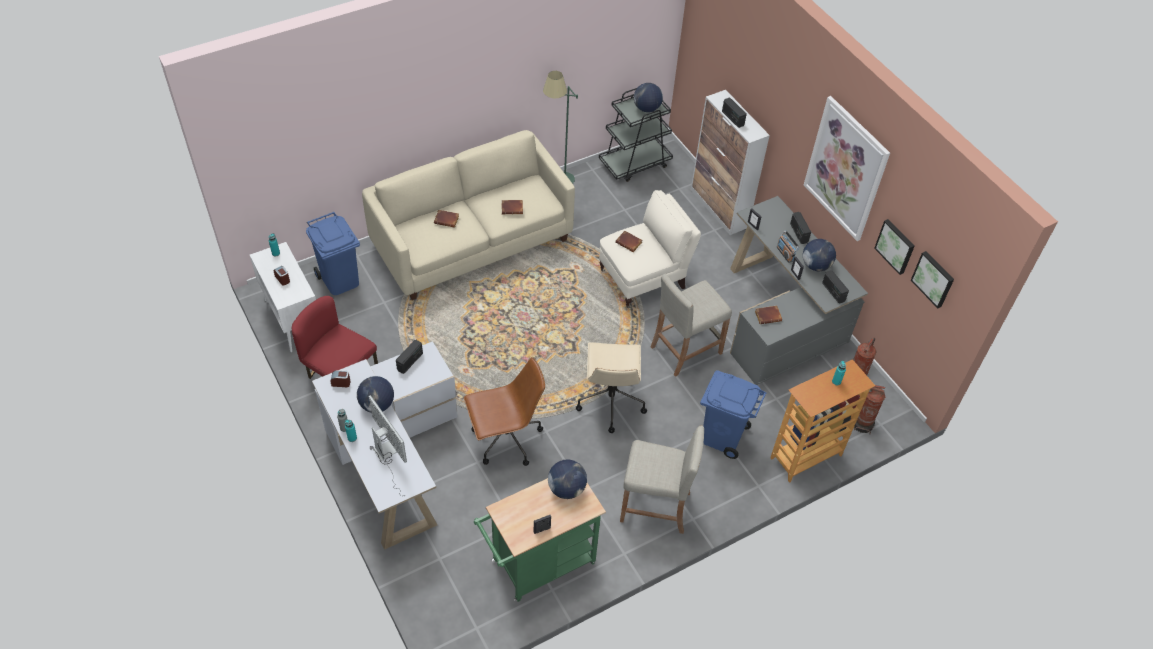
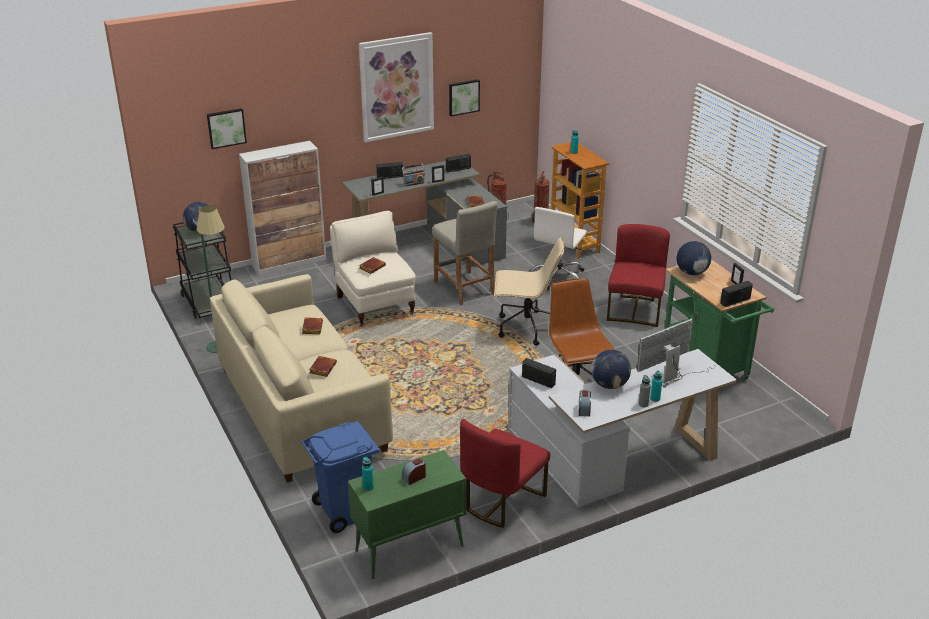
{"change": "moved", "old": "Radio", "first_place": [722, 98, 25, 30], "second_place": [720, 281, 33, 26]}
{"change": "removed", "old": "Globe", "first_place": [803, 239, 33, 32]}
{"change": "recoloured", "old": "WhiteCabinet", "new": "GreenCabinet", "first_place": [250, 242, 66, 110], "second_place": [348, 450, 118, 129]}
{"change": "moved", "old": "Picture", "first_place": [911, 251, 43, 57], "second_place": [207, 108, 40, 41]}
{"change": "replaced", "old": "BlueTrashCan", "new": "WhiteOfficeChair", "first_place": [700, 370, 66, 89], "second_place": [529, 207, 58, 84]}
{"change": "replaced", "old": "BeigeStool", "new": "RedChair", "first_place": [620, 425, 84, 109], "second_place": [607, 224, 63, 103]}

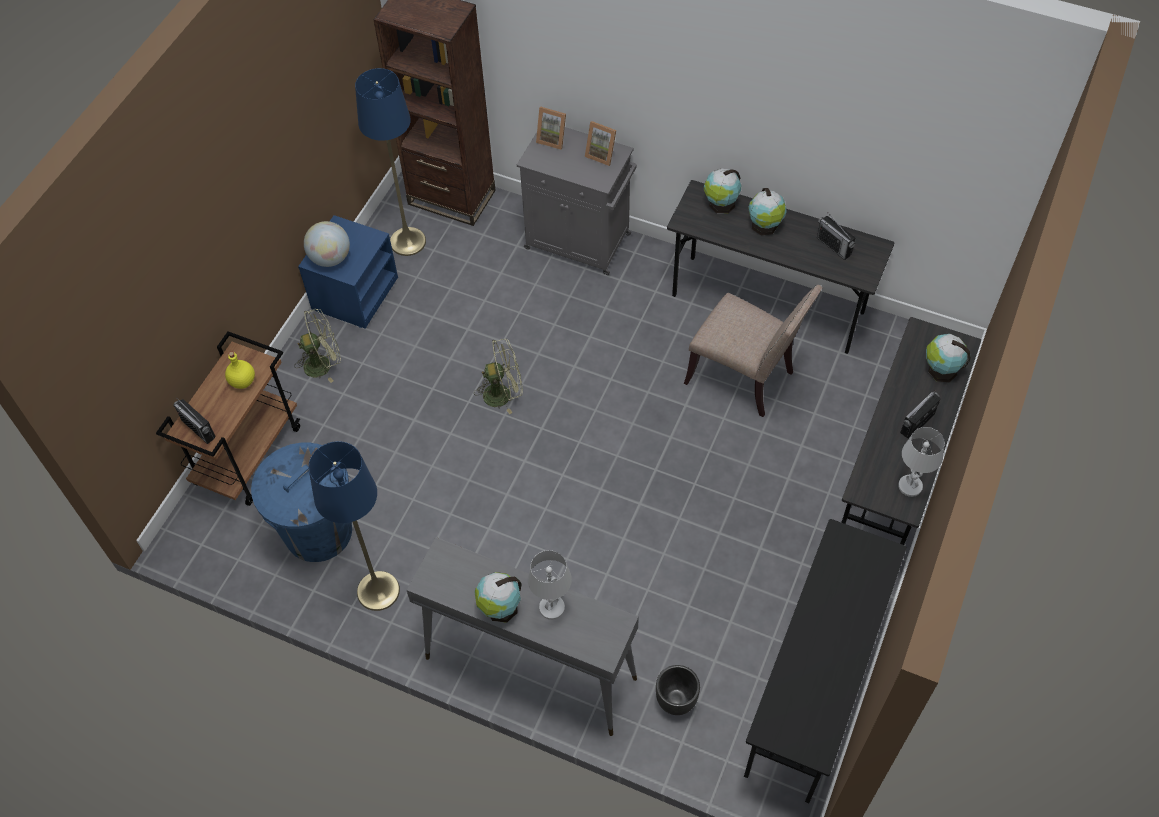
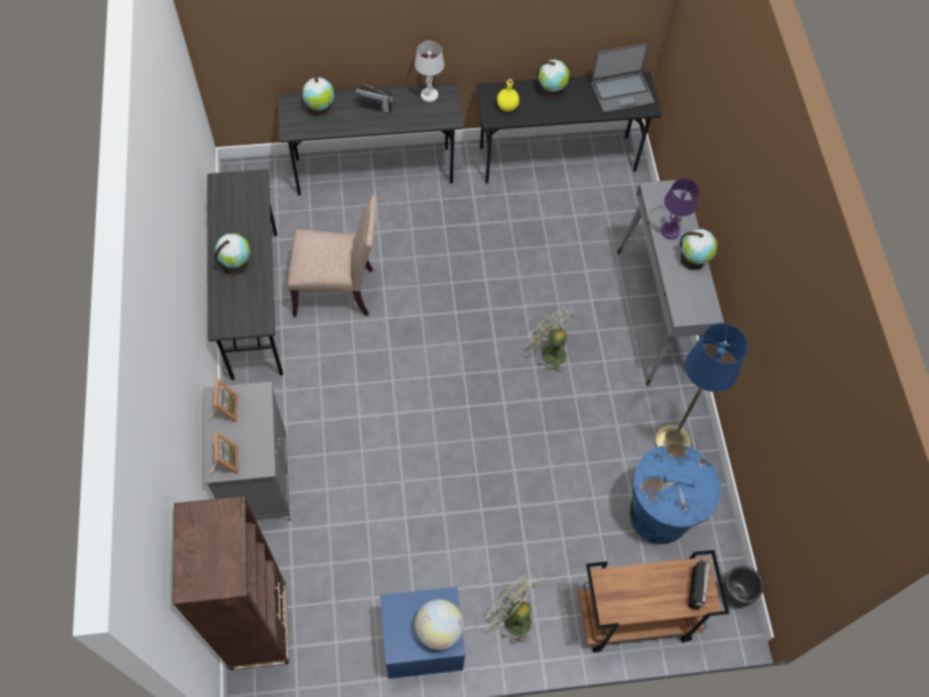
{"change": "removed", "old": "BlueFloorLamp", "first_place": [355, 68, 71, 188]}
{"change": "moved", "old": "Globe", "first_place": [704, 169, 37, 45], "second_place": [537, 60, 32, 39]}
{"change": "removed", "old": "Radio", "first_place": [817, 212, 38, 48]}
{"change": "turned", "old": "BeigeChair", "first_place": [684, 285, 139, 132], "second_place": [287, 195, 90, 122], "degrees": 90}
{"change": "moved", "old": "GreenFan", "first_place": [474, 339, 49, 75], "second_place": [526, 307, 49, 66]}
{"change": "moved", "old": "YellowBottle", "first_place": [225, 352, 30, 37], "second_place": [497, 79, 22, 33]}
{"change": "recoloured", "old": "WhiteTableLamp", "new": "PurpleTableLamp", "first_place": [528, 550, 44, 70], "second_place": [661, 178, 38, 61]}
{"change": "moved", "old": "BlackPlanter", "first_place": [656, 665, 44, 50], "second_place": [722, 565, 42, 42]}
{"change": "added", "new": "Laptop", "second_place": [591, 43, 63, 70]}

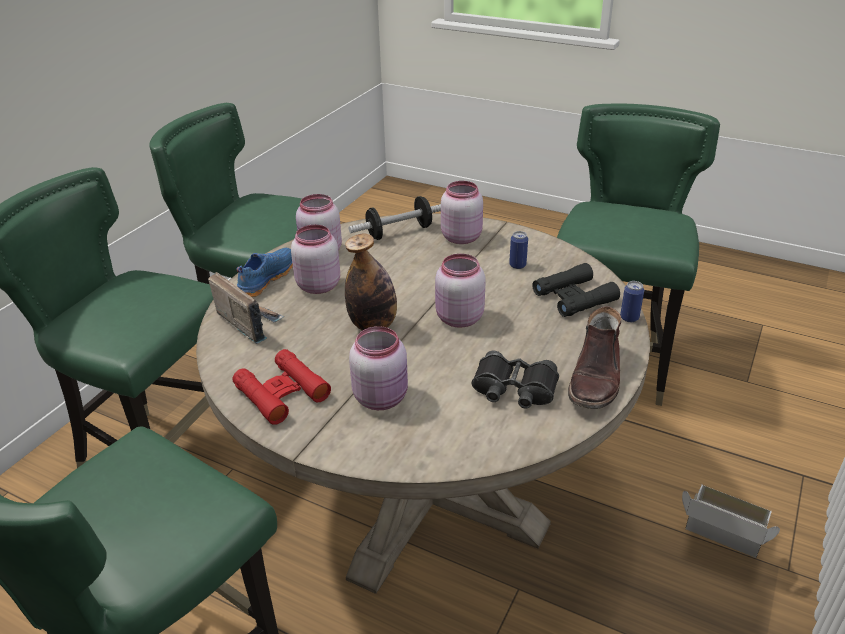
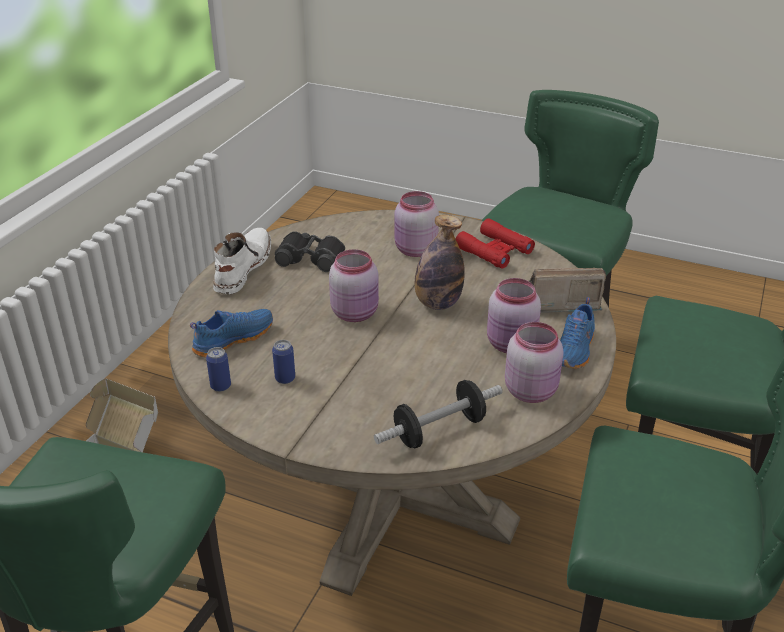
{"change": "removed", "old": "PinkJar", "first_place": [441, 181, 42, 63]}
{"change": "replaced", "old": "BlackBinoculars", "new": "BlueShoe", "first_place": [532, 263, 88, 54], "second_place": [190, 309, 83, 48]}
{"change": "turned", "old": "Radio", "first_place": [208, 272, 76, 72], "second_place": [529, 268, 77, 45], "degrees": 135}
{"change": "moved", "old": "Can", "first_place": [620, 281, 24, 41], "second_place": [206, 347, 25, 45]}
{"change": "recoloured", "old": "BrownBoot", "new": "WhiteBoot", "first_place": [568, 306, 53, 103], "second_place": [213, 228, 58, 66]}

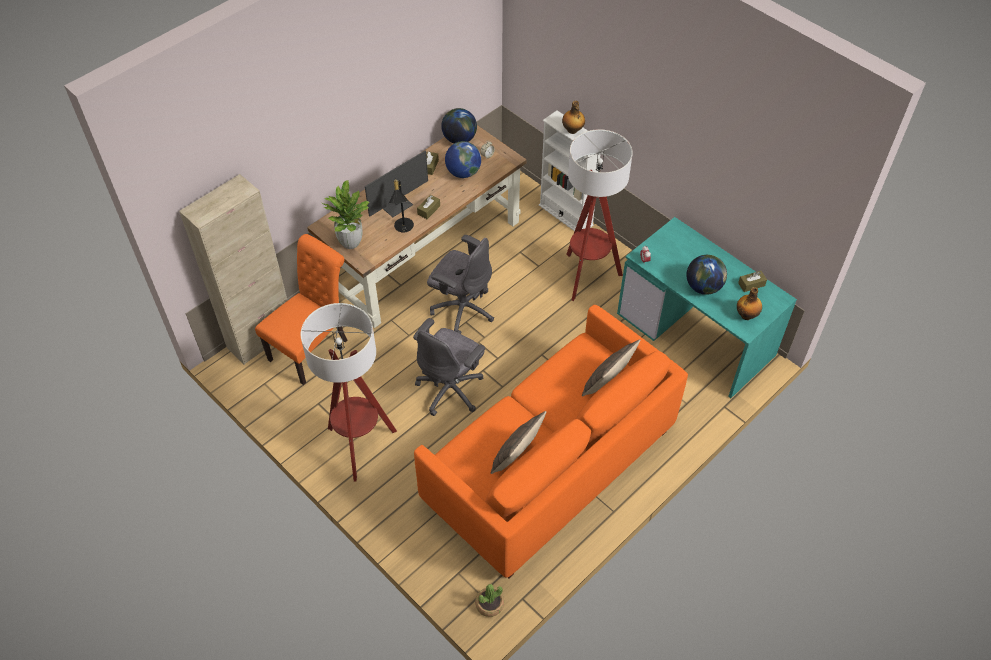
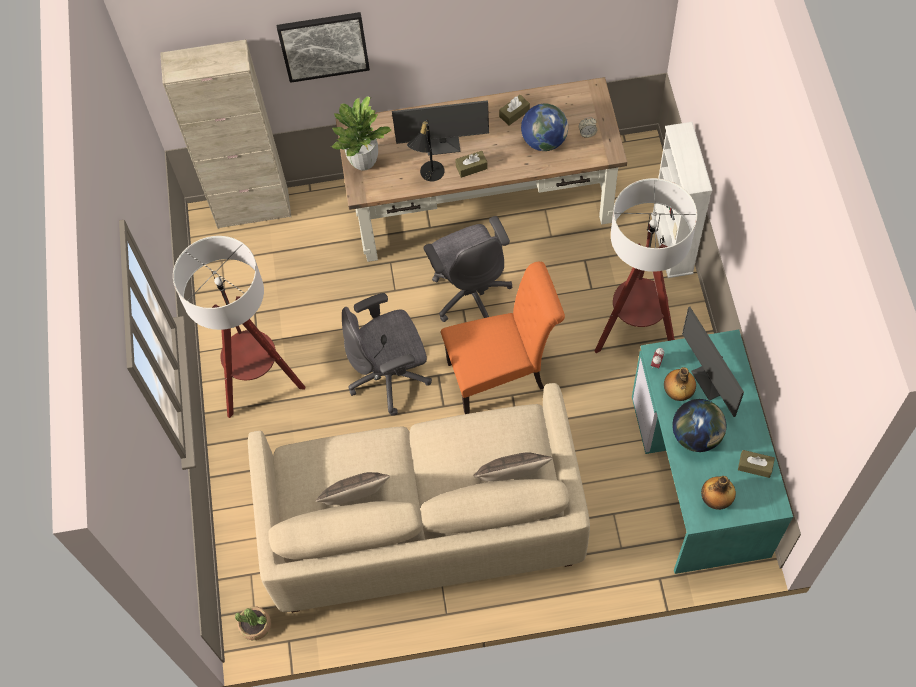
{"change": "moved", "old": "Bottle", "first_place": [562, 101, 23, 33], "second_place": [664, 367, 32, 34]}
{"change": "removed", "old": "Globe", "first_place": [441, 108, 36, 35]}
{"change": "moved", "old": "OrangeChair", "first_place": [255, 234, 93, 151], "second_place": [441, 261, 124, 153]}
{"change": "recoloured", "old": "OrangeSofa", "new": "BeigeSofa", "first_place": [414, 305, 274, 273], "second_place": [248, 383, 342, 230]}
{"change": "added", "new": "Picture", "second_place": [277, 12, 93, 71]}
{"change": "added", "new": "Monitor", "second_place": [682, 307, 62, 110]}

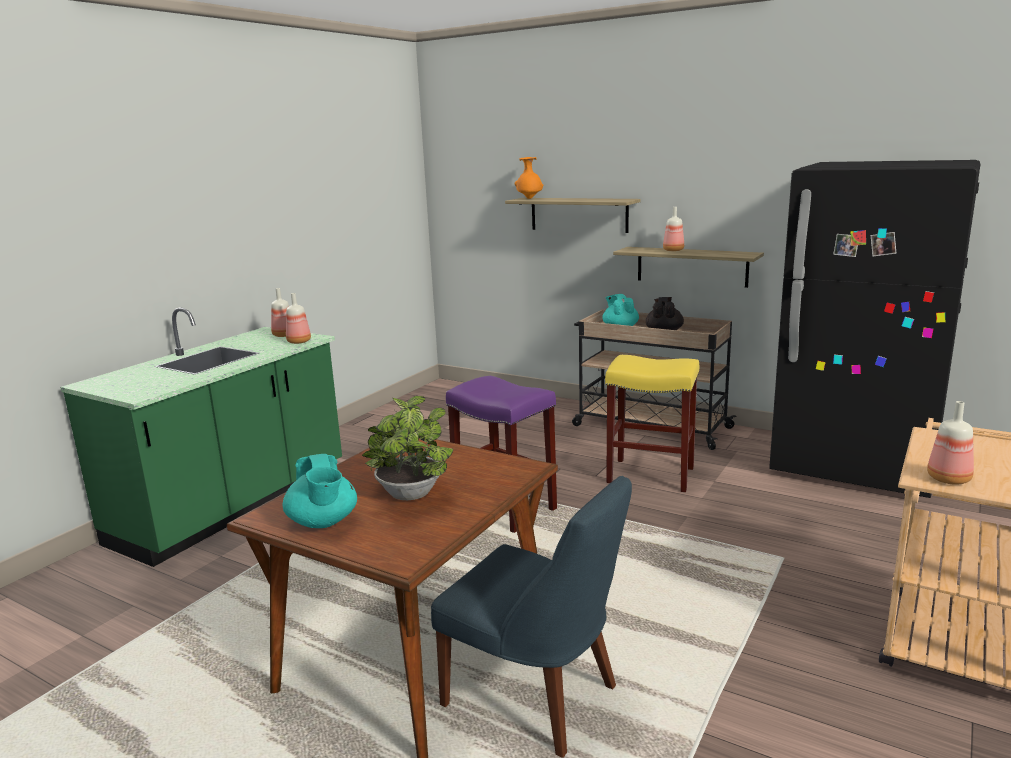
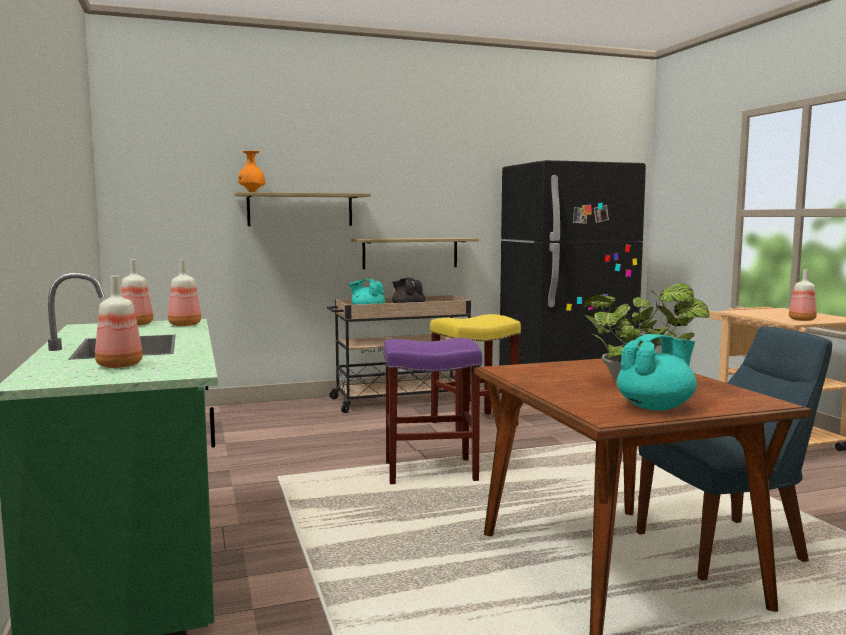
{"change": "moved", "old": "Bottle", "first_place": [663, 207, 21, 44], "second_place": [95, 276, 48, 92]}
{"change": "turned", "old": "TurquoiseTeapot", "first_place": [282, 454, 75, 74], "second_place": [617, 334, 80, 77], "degrees": -45}

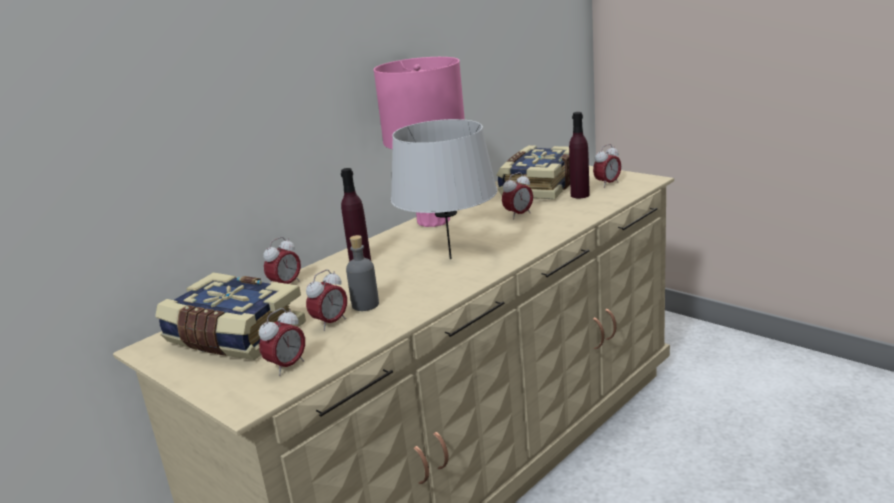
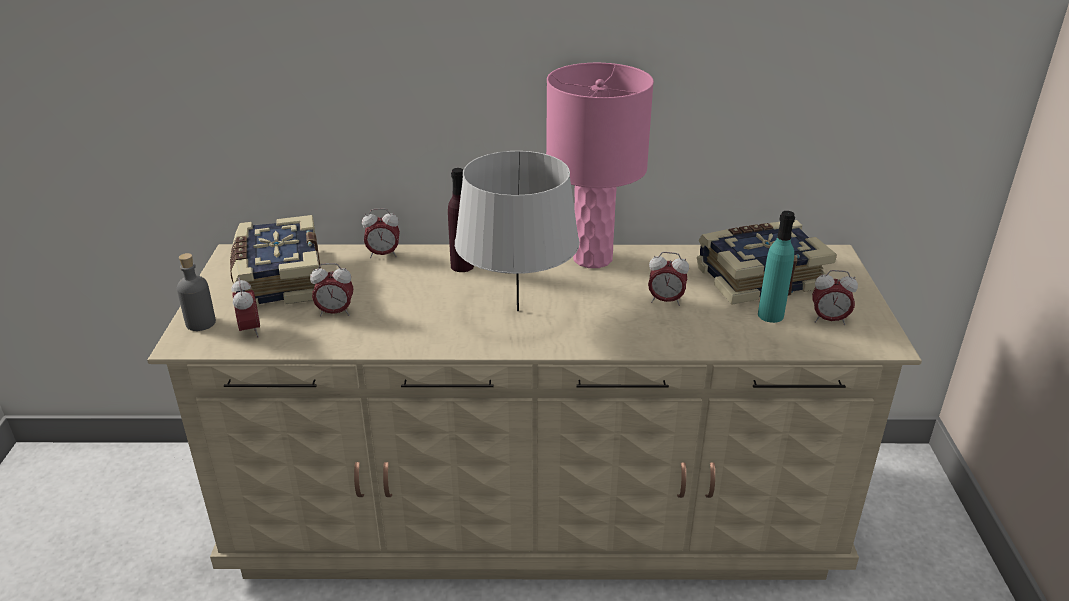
{"change": "recoloured", "old": "PurpleBottle", "new": "TurquoiseBottle", "first_place": [569, 112, 21, 86], "second_place": [758, 211, 37, 112]}
{"change": "moved", "old": "GreyBottle", "first_place": [346, 235, 33, 76], "second_place": [177, 253, 39, 78]}
{"change": "turned", "old": "AlarmClock", "first_place": [259, 308, 46, 68], "second_place": [231, 277, 29, 60], "degrees": -105}

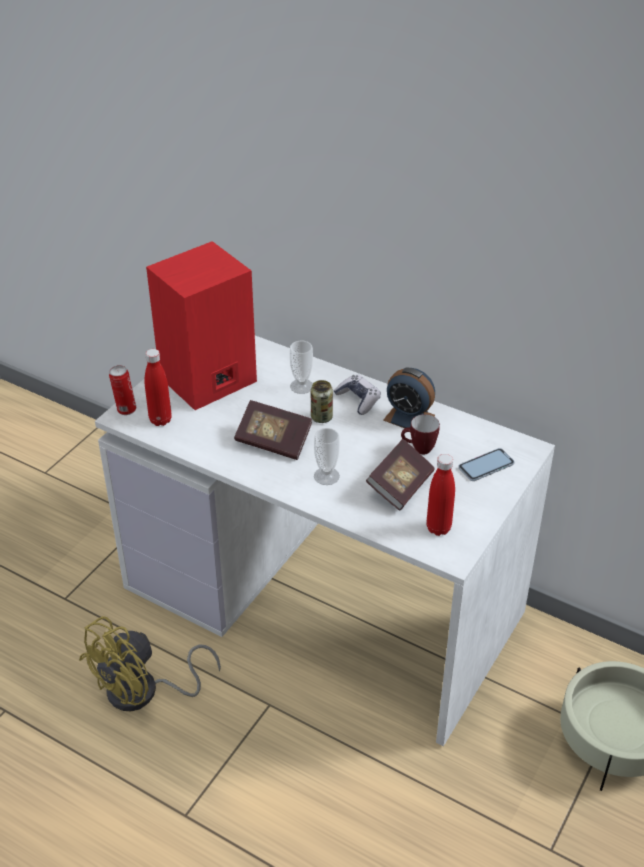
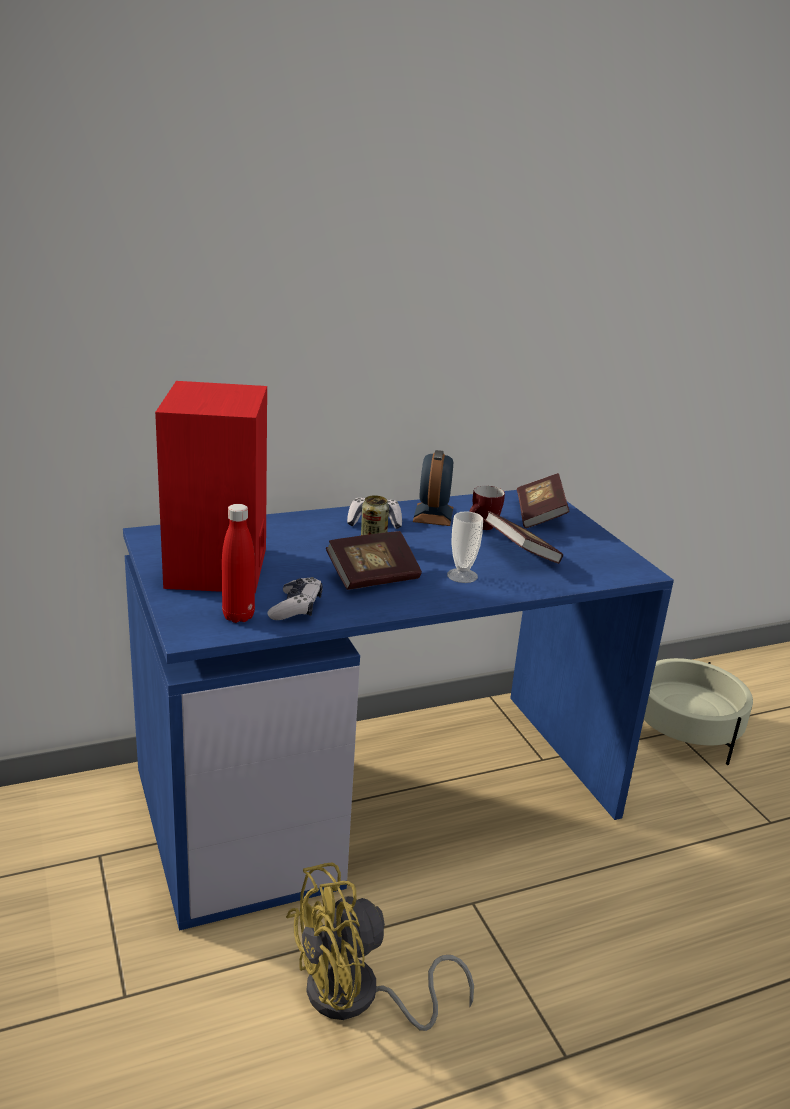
{"change": "recoloured", "old": "WhiteDesk", "new": "BlueDesk", "first_place": [95, 336, 460, 410], "second_place": [123, 490, 551, 441]}
{"change": "removed", "old": "Cup", "first_place": [290, 341, 23, 53]}
{"change": "removed", "old": "Can", "first_place": [109, 365, 27, 50]}
{"change": "turned", "old": "AlarmClock", "first_place": [383, 368, 52, 60], "second_place": [413, 450, 40, 76], "degrees": 120}
{"change": "replaced", "old": "Phone", "new": "Book", "first_place": [458, 448, 56, 33], "second_place": [517, 473, 52, 55]}
{"change": "removed", "old": "RedBottle", "first_place": [426, 454, 29, 82]}
{"change": "turned", "old": "YellowFan", "first_place": [79, 616, 142, 95], "second_place": [286, 863, 188, 168], "degrees": 75}
{"change": "added", "new": "GameController", "second_place": [268, 577, 55, 43]}

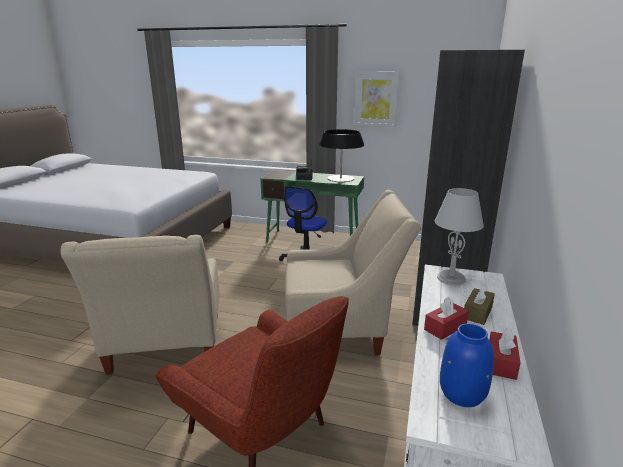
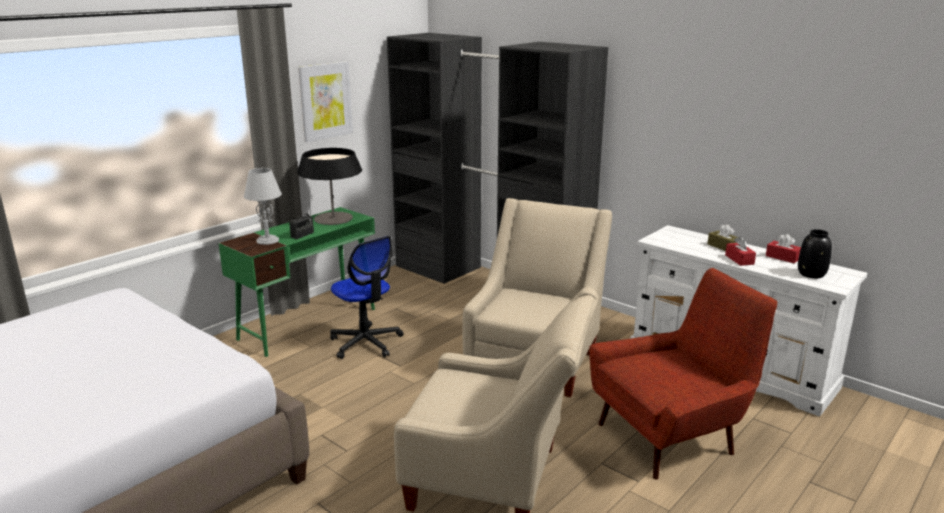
{"change": "moved", "old": "GreyTableLamp", "first_place": [435, 188, 49, 97], "second_place": [244, 168, 38, 77]}
{"change": "recoloured", "old": "BlueVase", "new": "BlackVase", "first_place": [440, 324, 54, 83], "second_place": [798, 229, 34, 49]}

